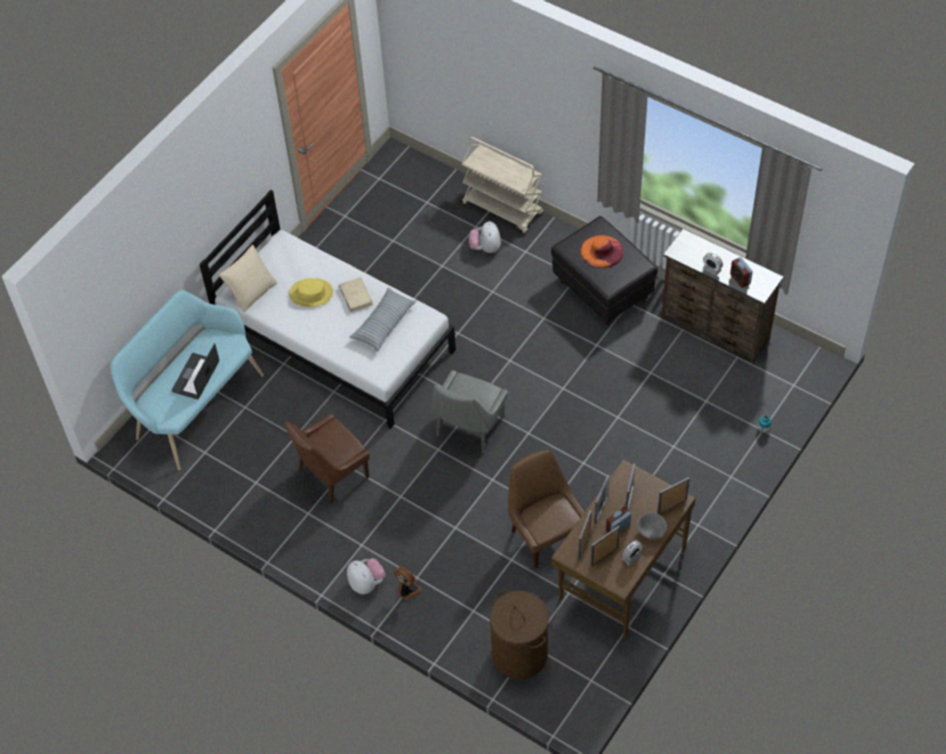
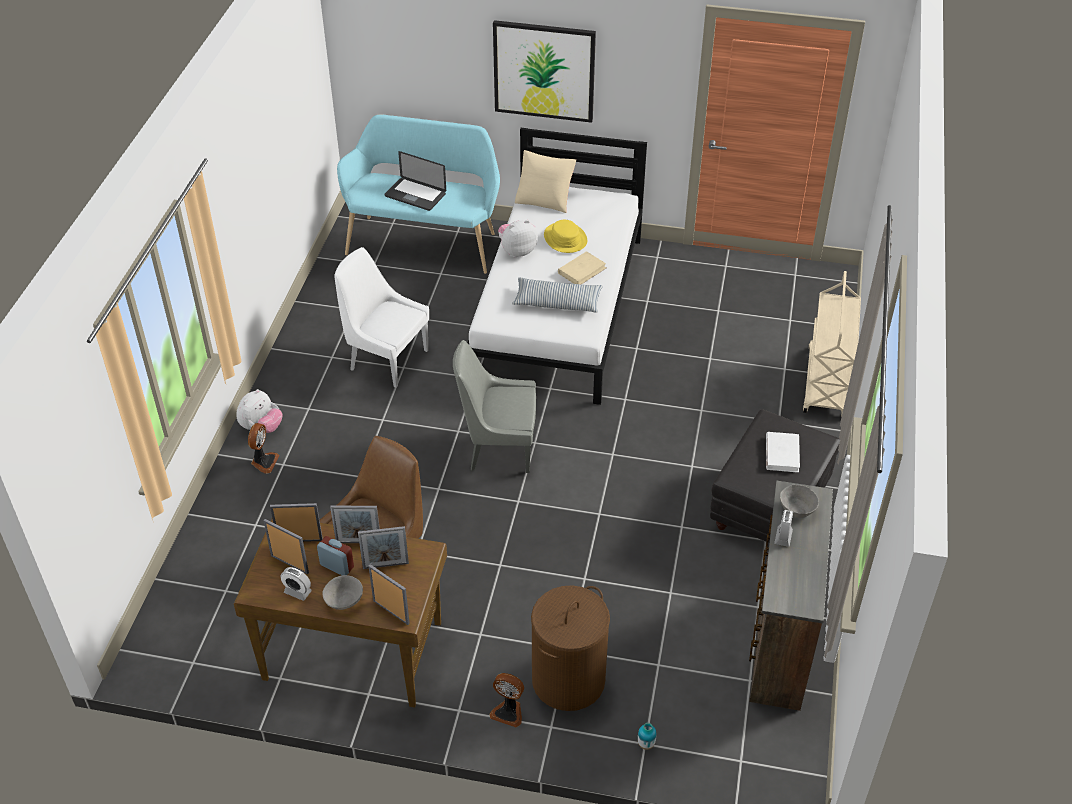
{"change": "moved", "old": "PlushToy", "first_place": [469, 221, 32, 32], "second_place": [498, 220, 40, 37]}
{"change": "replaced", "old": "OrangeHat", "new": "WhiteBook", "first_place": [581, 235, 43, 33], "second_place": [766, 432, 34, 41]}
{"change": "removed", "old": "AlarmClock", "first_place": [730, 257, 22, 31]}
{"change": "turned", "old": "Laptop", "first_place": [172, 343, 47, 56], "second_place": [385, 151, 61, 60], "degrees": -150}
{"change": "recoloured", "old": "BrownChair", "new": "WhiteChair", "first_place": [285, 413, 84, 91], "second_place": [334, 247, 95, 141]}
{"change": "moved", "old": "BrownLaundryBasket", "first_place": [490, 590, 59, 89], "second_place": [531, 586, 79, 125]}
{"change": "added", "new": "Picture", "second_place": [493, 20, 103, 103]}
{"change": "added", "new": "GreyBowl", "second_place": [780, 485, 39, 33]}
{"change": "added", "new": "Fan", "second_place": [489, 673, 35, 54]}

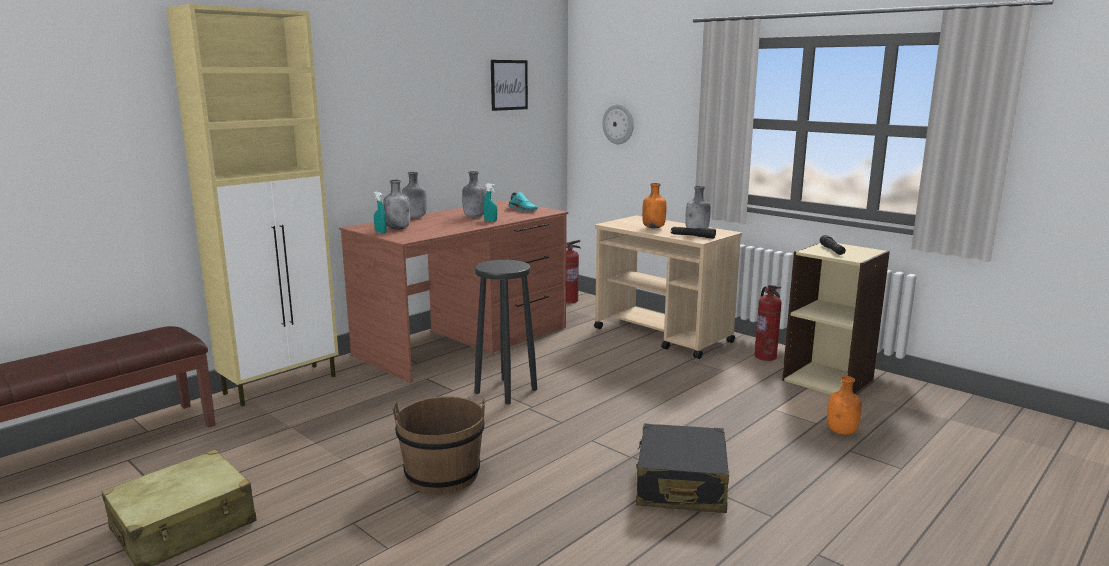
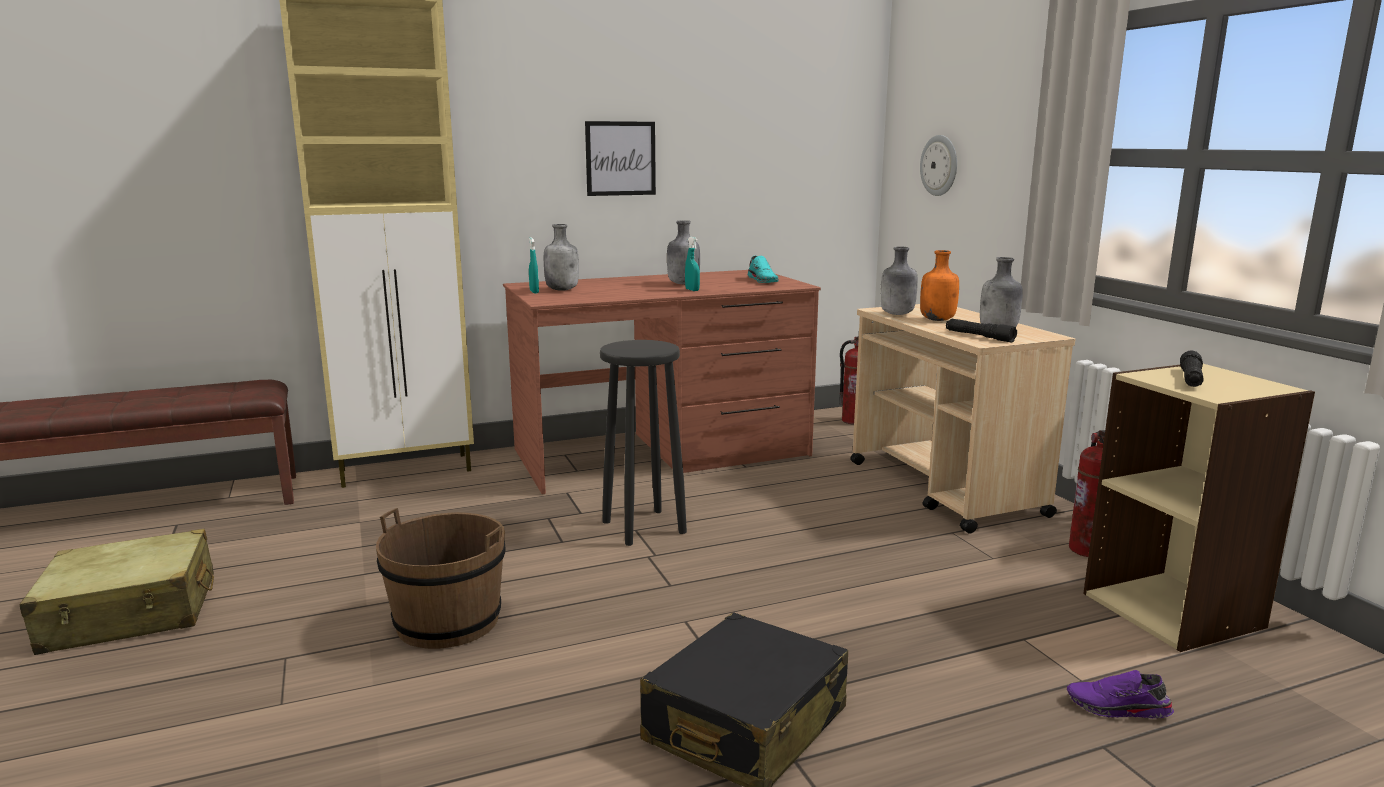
{"change": "moved", "old": "Picture", "first_place": [491, 60, 37, 51], "second_place": [585, 121, 71, 75]}
{"change": "moved", "old": "GreyBottle", "first_place": [402, 172, 25, 46], "second_place": [880, 247, 38, 68]}
{"change": "replaced", "old": "OrangeBottle", "new": "PurpleShoe", "first_place": [827, 376, 35, 59], "second_place": [1067, 670, 107, 48]}

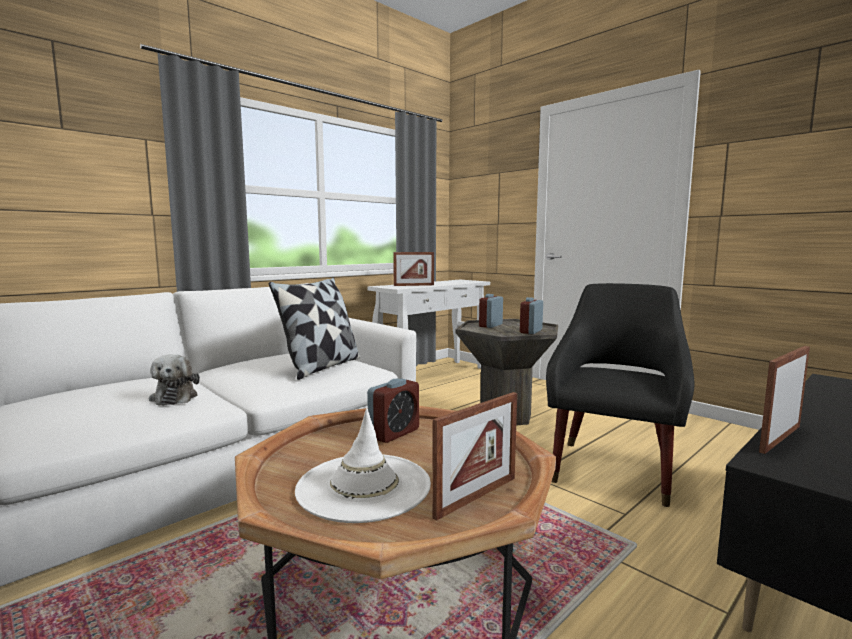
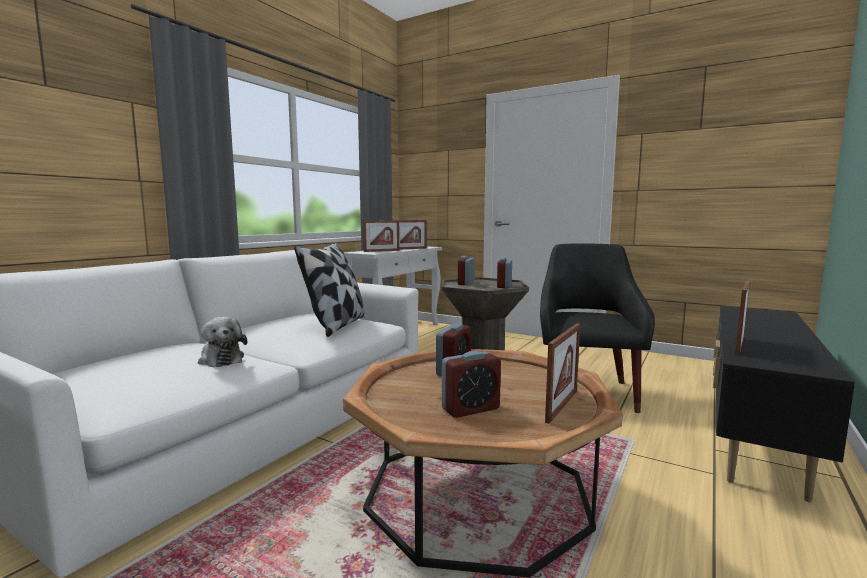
{"change": "replaced", "old": "WhiteHat", "new": "AlarmClock", "first_place": [295, 408, 136, 115], "second_place": [442, 351, 59, 67]}
{"change": "added", "new": "PictureFrame", "second_place": [399, 220, 28, 29]}

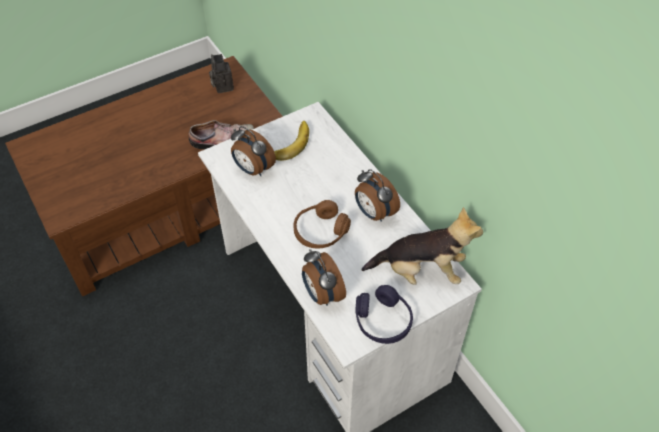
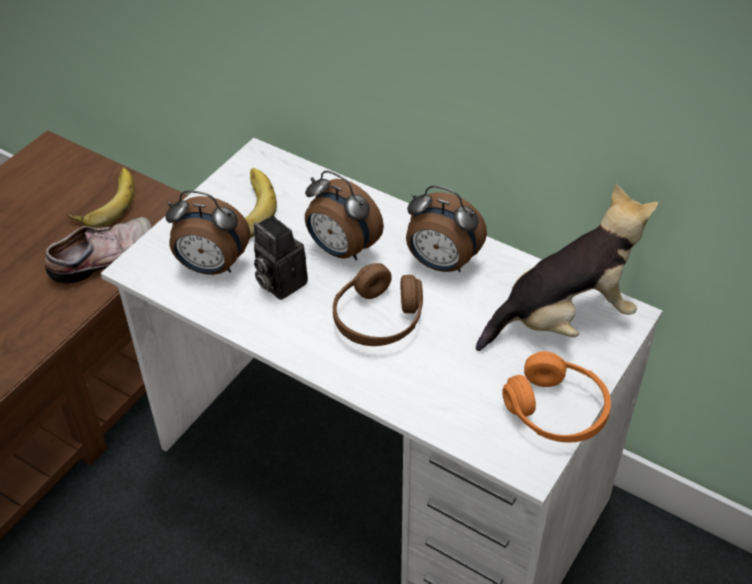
{"change": "moved", "old": "PhotoCamera", "first_place": [209, 54, 25, 39], "second_place": [254, 215, 54, 85]}
{"change": "moved", "old": "AlarmClock", "first_place": [302, 249, 44, 57], "second_place": [305, 171, 79, 90]}
{"change": "recoloured", "old": "PurpleHeadphones", "new": "OrangeHeadphones", "first_place": [355, 285, 58, 59], "second_place": [502, 351, 109, 92]}
{"change": "added", "new": "Banana", "second_place": [67, 168, 67, 60]}

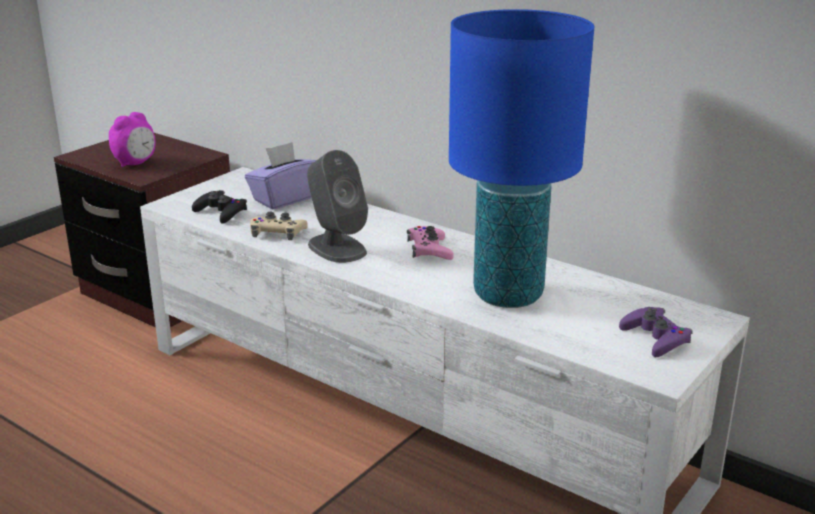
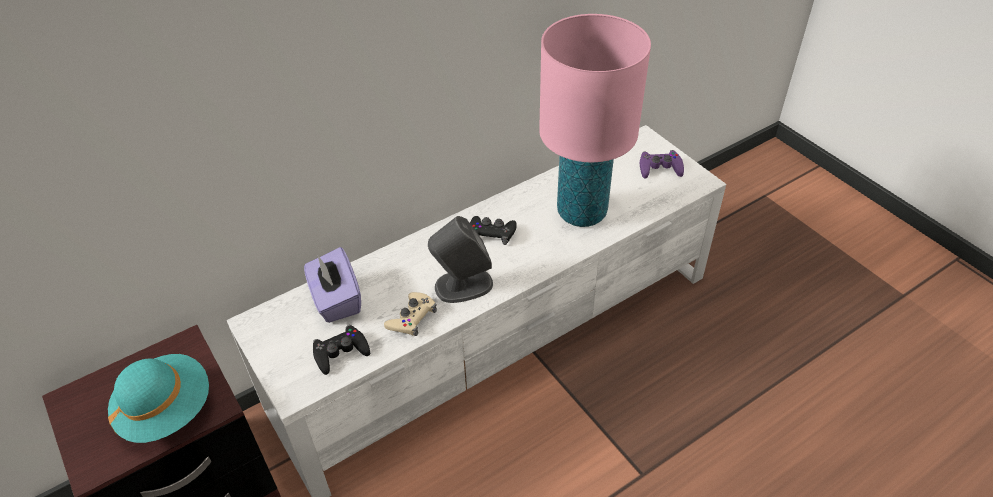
{"change": "recoloured", "old": "BlueTableLamp", "new": "PinkTableLamp", "first_place": [449, 9, 145, 299], "second_place": [539, 14, 112, 213]}
{"change": "replaced", "old": "AlarmClock", "new": "TurquoiseHat", "first_place": [109, 112, 47, 55], "second_place": [108, 354, 101, 89]}
{"change": "recoloured", "old": "PinkGameController", "new": "BlackGameController", "first_place": [407, 226, 47, 34], "second_place": [470, 216, 47, 29]}

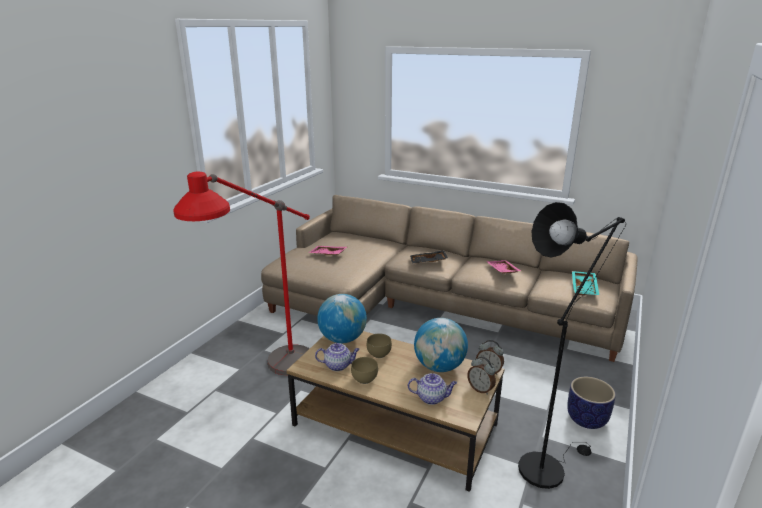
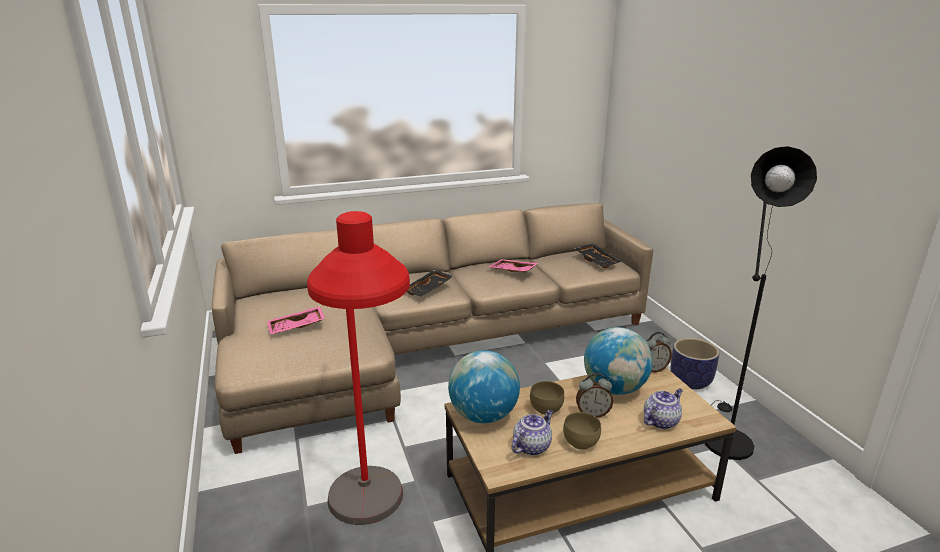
{"change": "recoloured", "old": "TurquoiseTray", "new": "BlackTray", "first_place": [572, 271, 27, 25], "second_place": [574, 244, 47, 24]}
{"change": "moved", "old": "AlarmClock", "first_place": [467, 357, 29, 38], "second_place": [576, 373, 37, 45]}

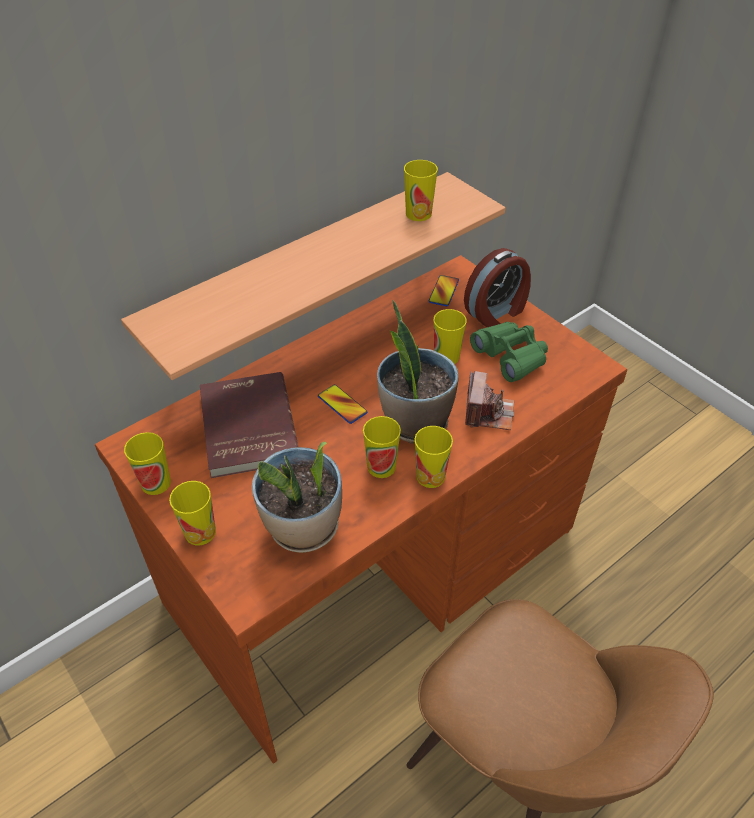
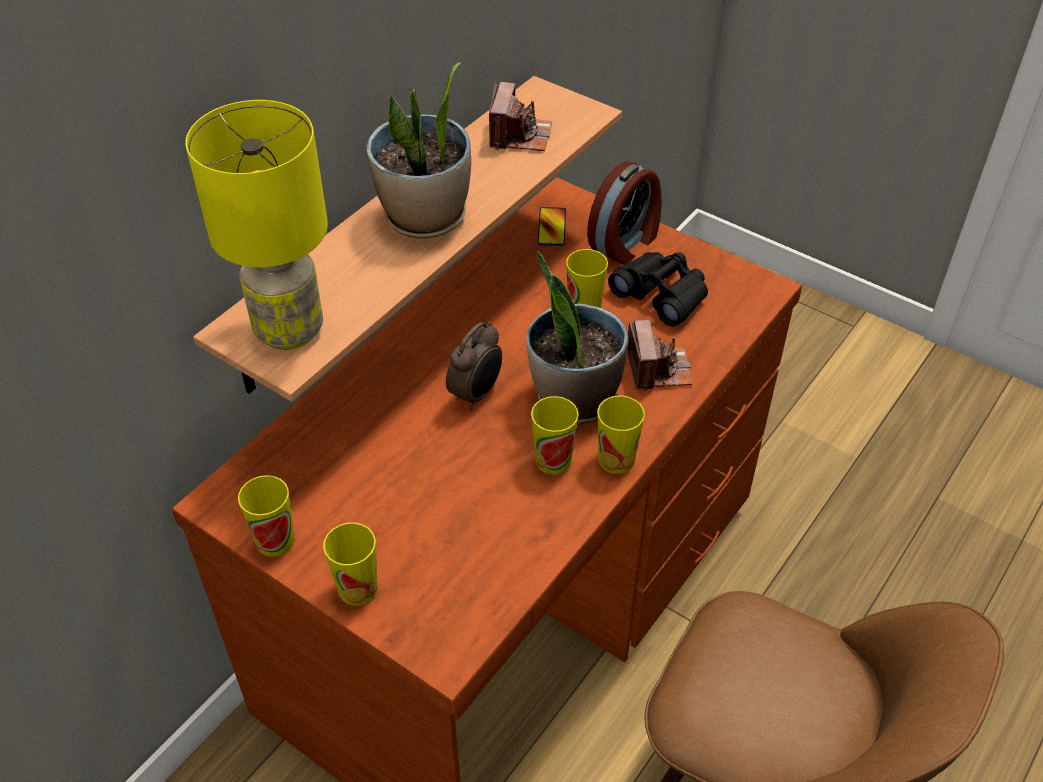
{"change": "replaced", "old": "Cup", "new": "PhotoCamera", "first_place": [404, 160, 34, 61], "second_place": [489, 82, 63, 69]}
{"change": "recoloured", "old": "GreenBinoculars", "new": "BlackBinoculars", "first_place": [470, 322, 78, 60], "second_place": [608, 252, 100, 75]}
{"change": "removed", "old": "RedBook", "first_place": [200, 372, 98, 106]}
{"change": "replaced", "old": "Phone", "new": "AlarmClock", "first_place": [318, 385, 49, 39], "second_place": [446, 321, 56, 89]}
{"change": "moved", "old": "PottedPlant", "first_place": [252, 442, 90, 111], "second_place": [367, 63, 104, 176]}
{"change": "added", "new": "YellowTableLamp", "second_place": [185, 100, 143, 250]}

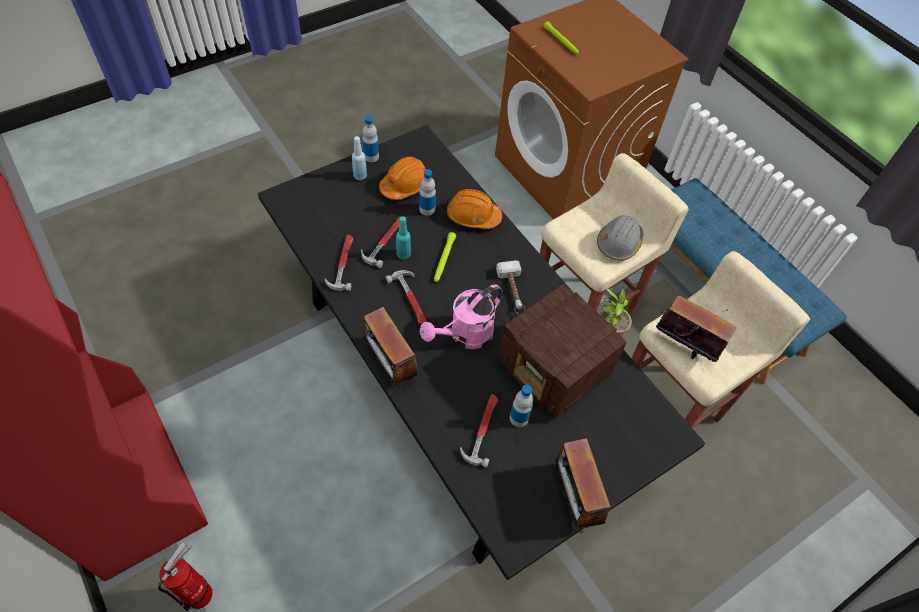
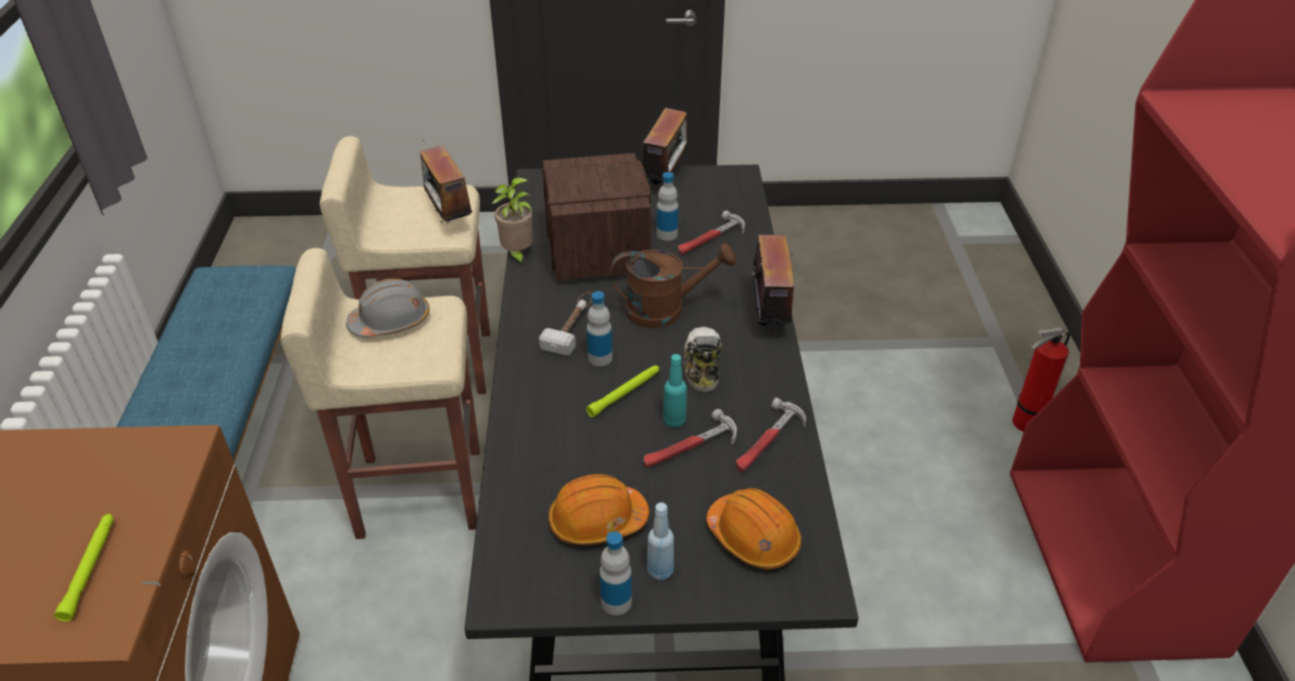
{"change": "moved", "old": "Bottle", "first_place": [419, 169, 17, 47], "second_place": [587, 291, 26, 75]}
{"change": "moved", "old": "OrangeHardHat", "first_place": [447, 189, 55, 40], "second_place": [706, 488, 96, 81]}
{"change": "replaced", "old": "Hammer", "new": "Shoe", "first_place": [386, 270, 41, 55], "second_place": [684, 327, 38, 65]}
{"change": "recoloured", "old": "PinkWateringCan", "new": "BrownWateringCan", "first_place": [420, 284, 83, 65], "second_place": [610, 243, 126, 85]}

